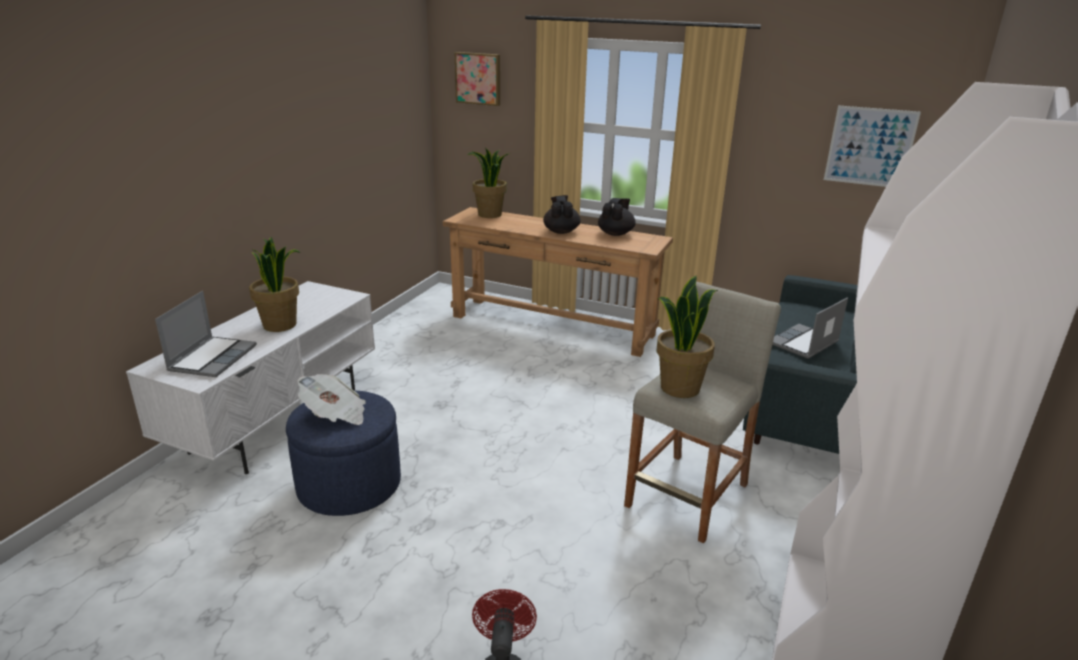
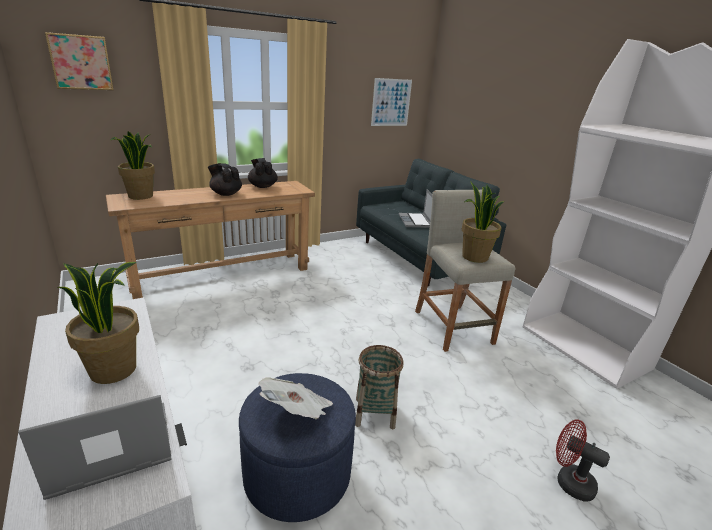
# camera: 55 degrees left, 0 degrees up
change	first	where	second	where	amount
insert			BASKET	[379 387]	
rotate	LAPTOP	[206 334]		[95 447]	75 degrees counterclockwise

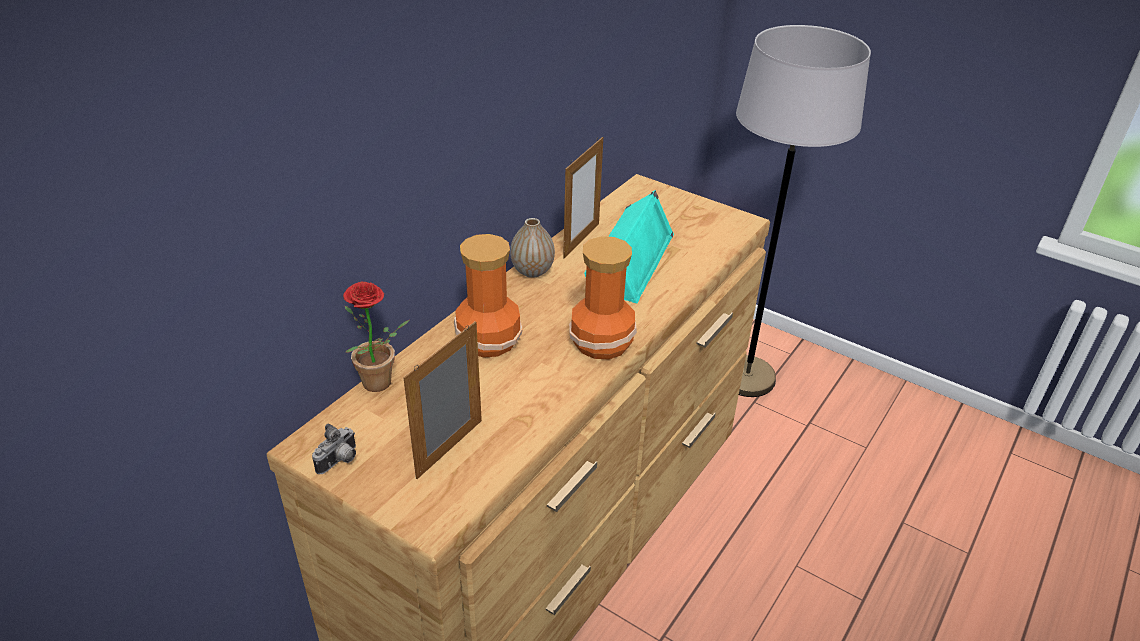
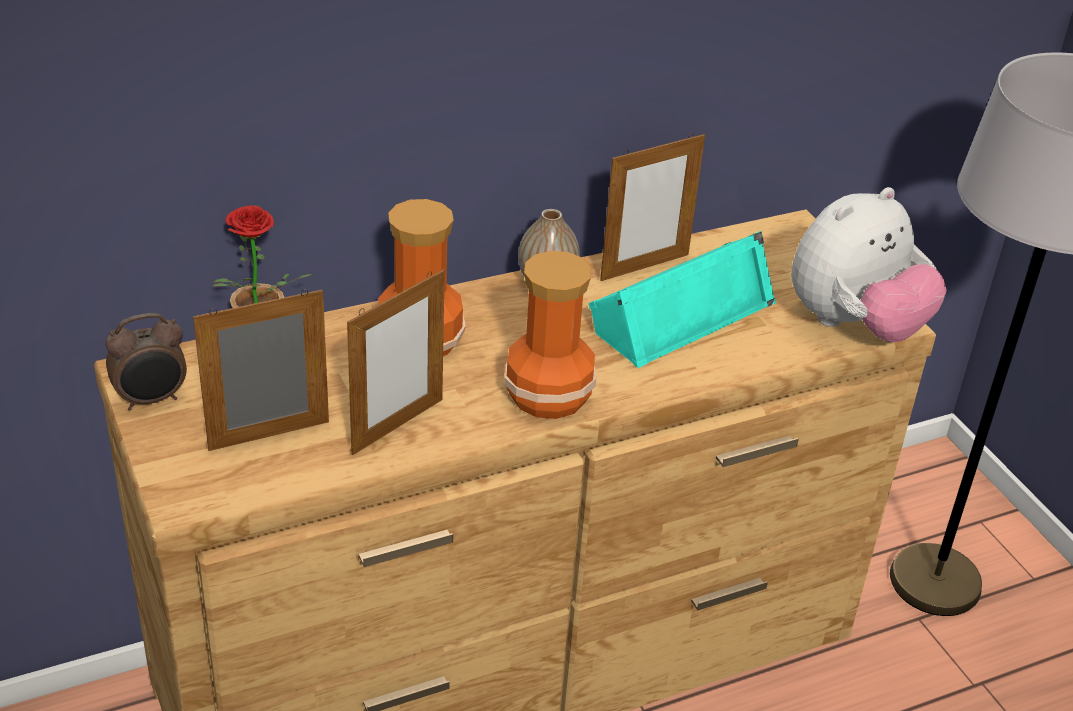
# camera: 30 degrees right, 0 degrees up
change	first	where	second	where	amount
insert			PICTURE FRAME	[396 362]	
insert			PLUSH TOY	[869 264]	
replace	PHOTO CAMERA	[334 448]	ALARM CLOCK	[146 361]	

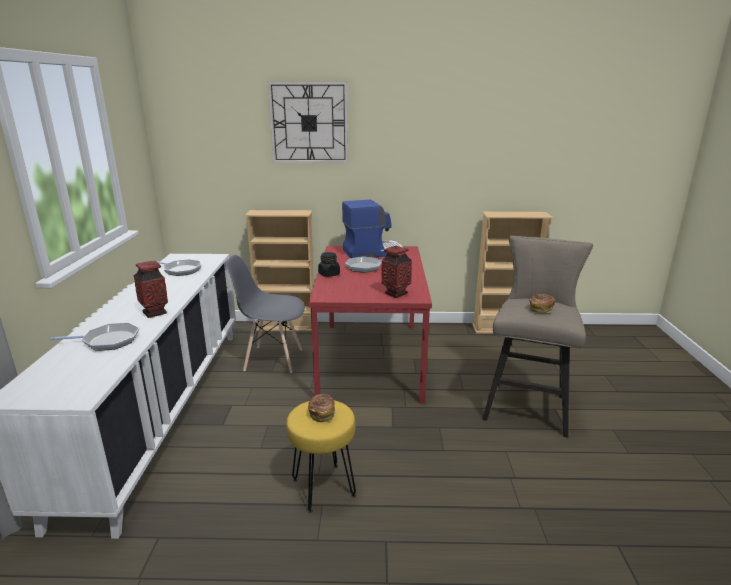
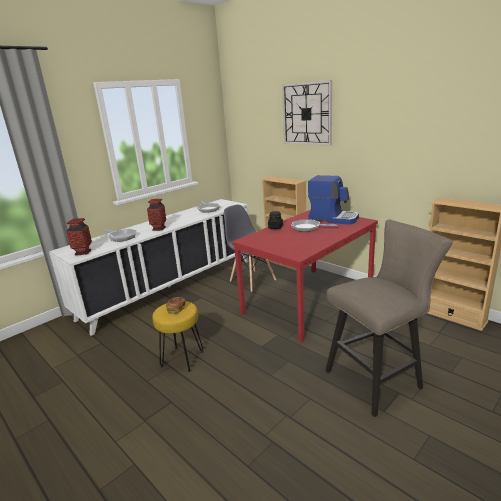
# camera: 45 degrees right, 0 degrees up
change	first	where	second	where	amount
delete	BREAD	[542 303]			
move	VASE	[397 272]		[79 236]	

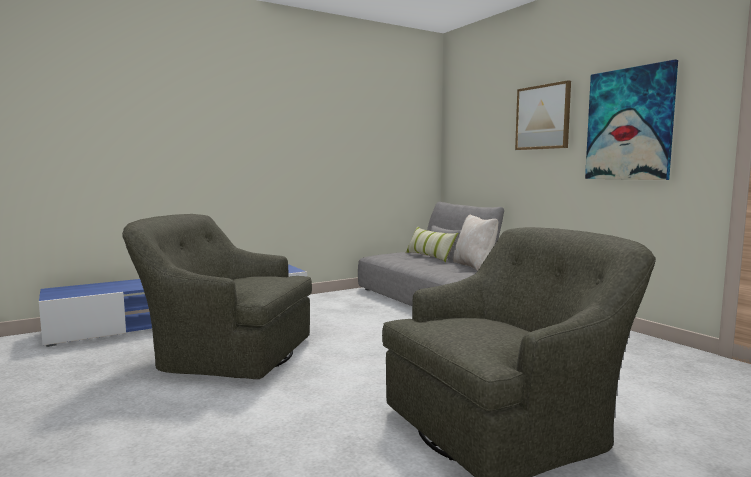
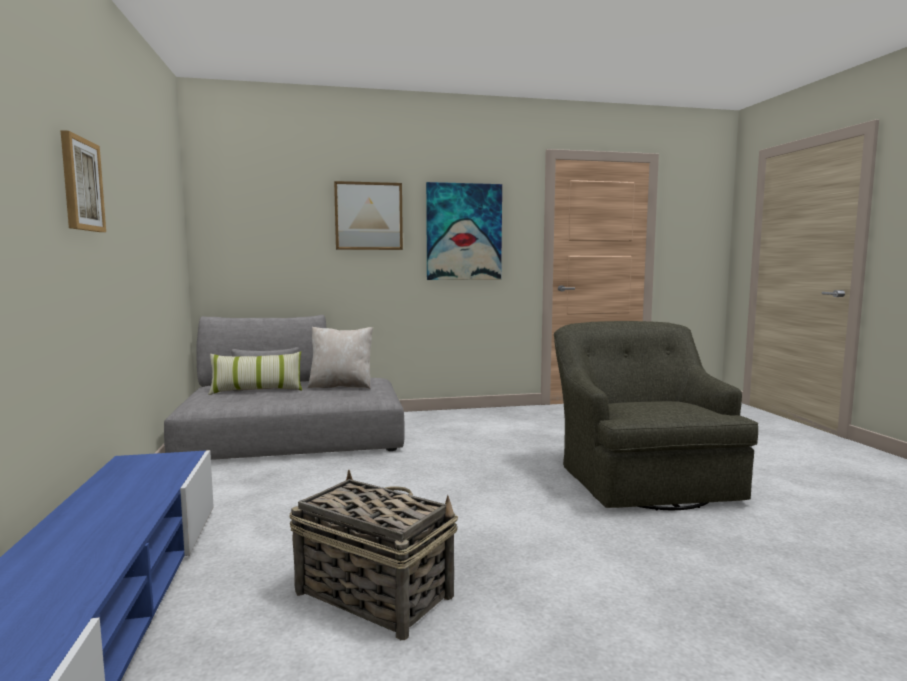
# camera: 70 degrees left, 0 degrees up
change	first	where	second	where	amount
insert			PICTURE	[83 181]	
replace	GREEN ARMCHAIR	[217 296]	BASKET	[373 555]	

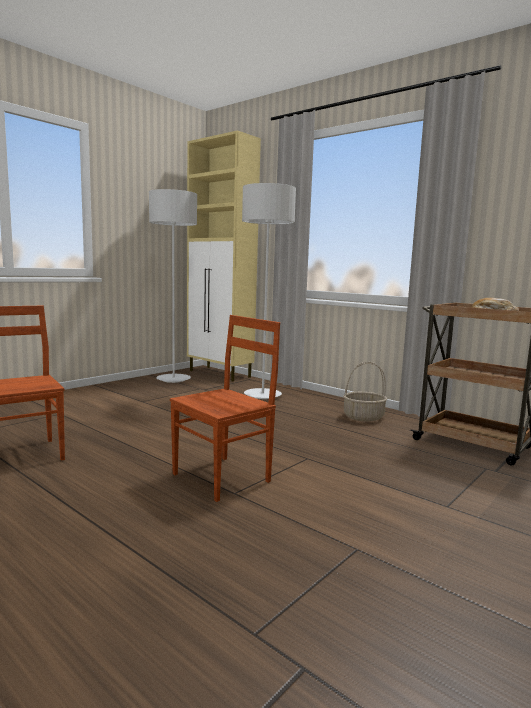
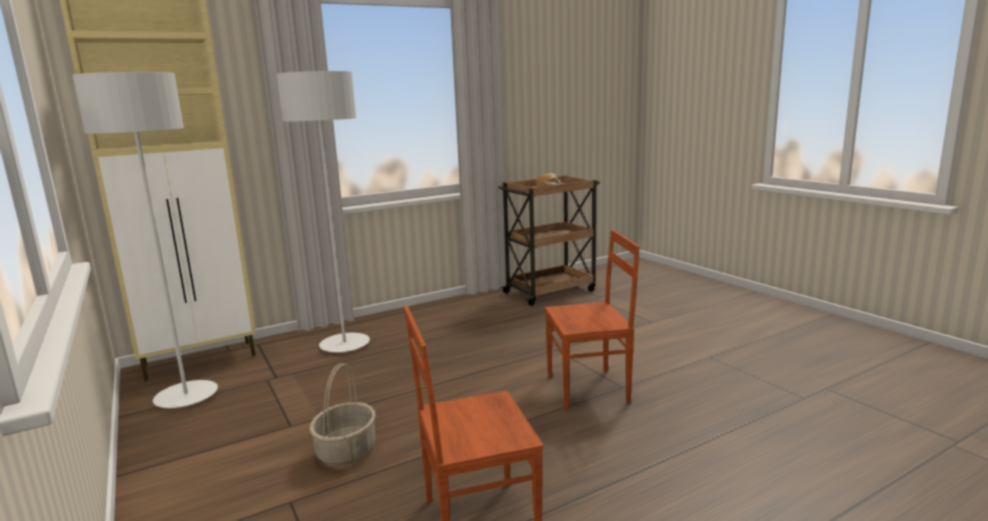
# camera: 70 degrees left, 5 degrees up
change	first	where	second	where	amount
move	BASKET	[365 392]		[343 414]	
rotate	BROWN CHAIR	[225 408]		[592 319]	105 degrees clockwise

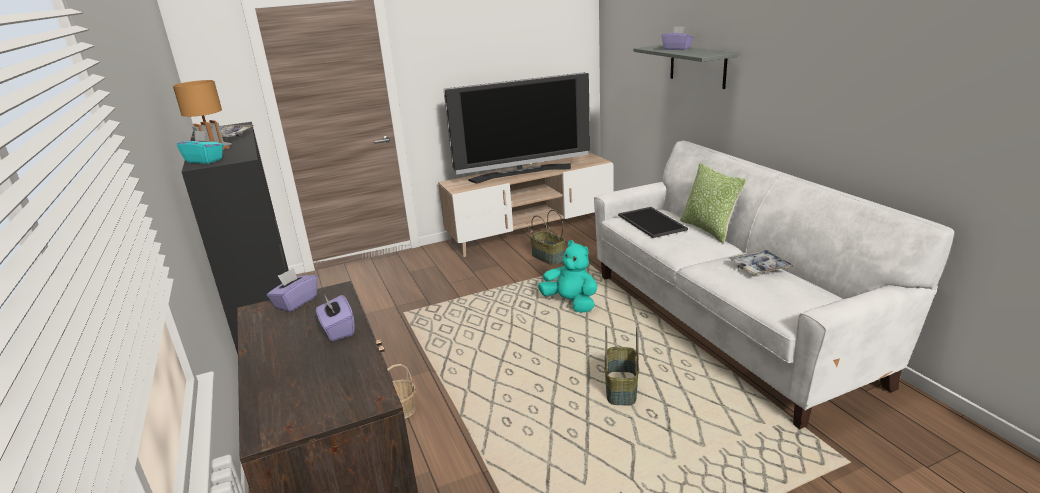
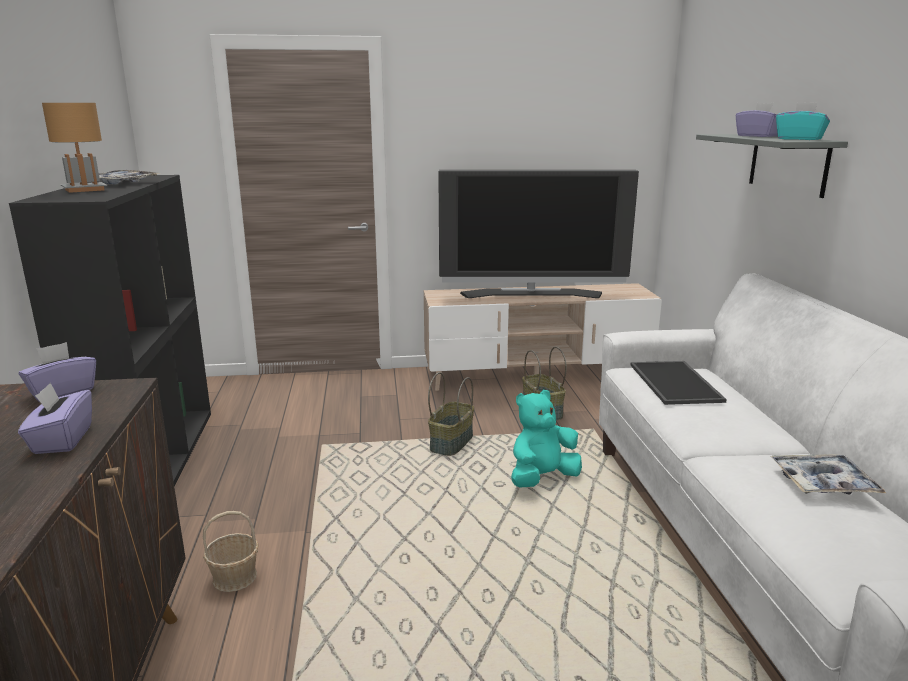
# camera: 15 degrees right, 5 degrees down
change	first	where	second	where	amount
delete	PILLOW	[713 203]			
move	TURQUOISE TISSUE BOX	[200 147]		[803 121]	
move	BASKET	[621 366]		[451 414]	
rotate	TURQUOISE PLUSH TOY	[567 276]		[546 439]	90 degrees counterclockwise

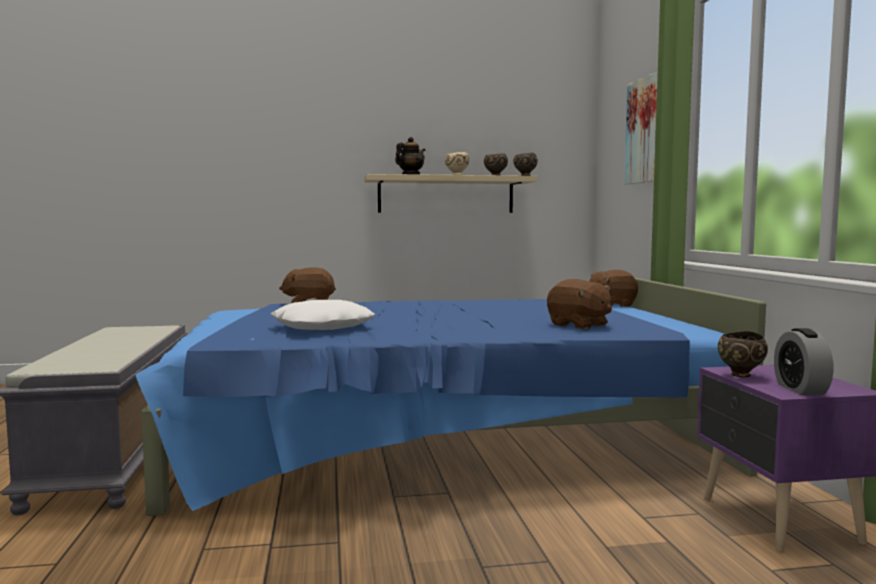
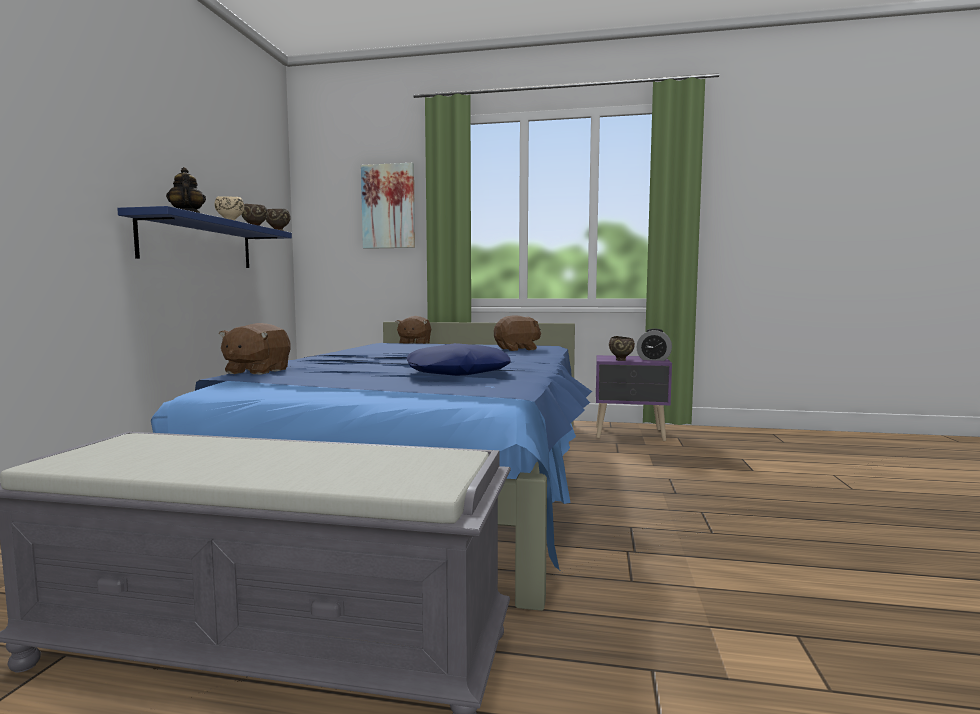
# camera: 70 degrees left, 0 degrees up
change	first	where	second	where	amount
recolor	WHITE PILLOW	[322 315]	BLUE PILLOW	[458 359]	
recolor	BEIGE SHELF	[450 193]	BLUE SHELF	[204 237]	

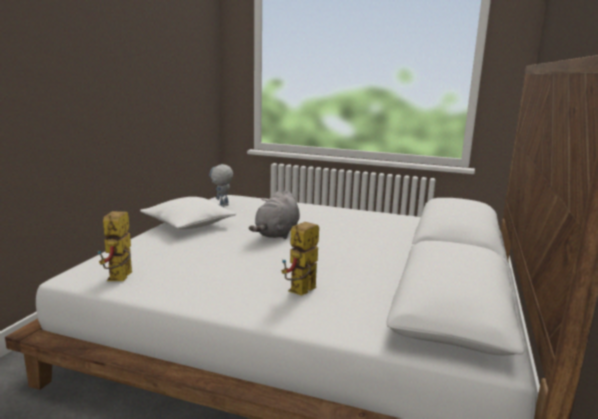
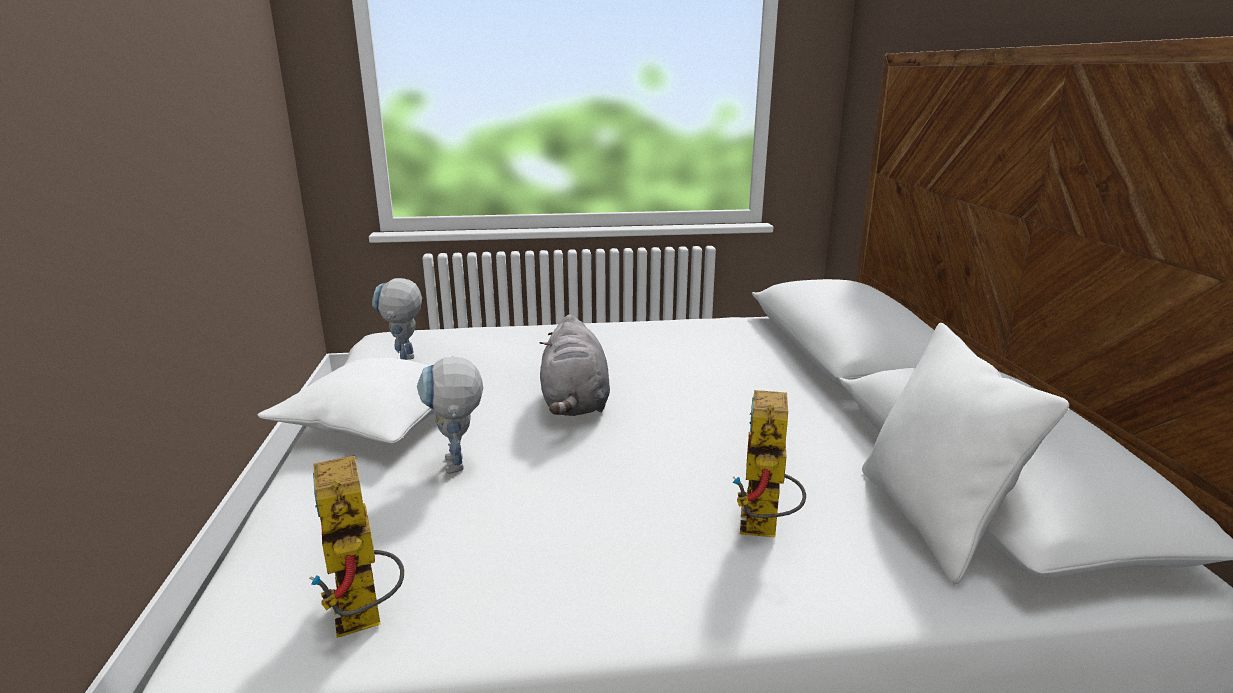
# camera: 25 degrees left, 5 degrees up
change	first	where	second	where	amount
insert			TOY ROBOT	[450 415]	
insert			WHITE PILLOW	[965 453]	

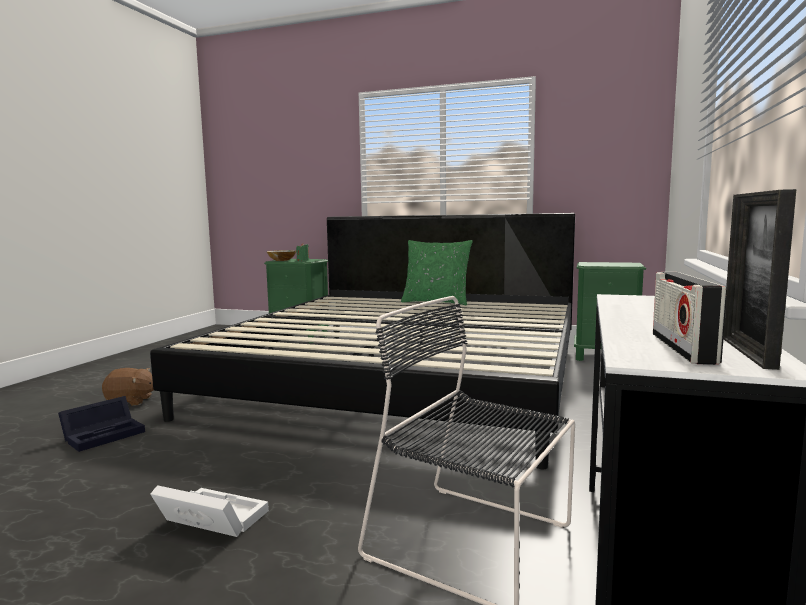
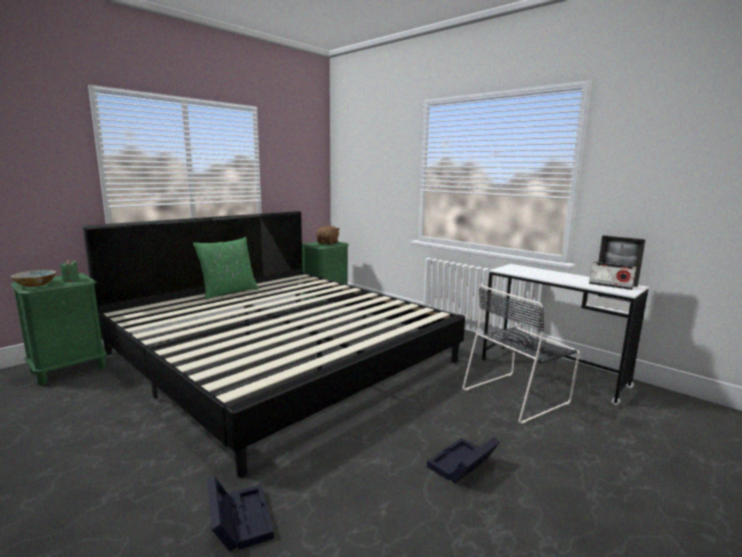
# camera: 65 degrees left, 5 degrees up
change	first	where	second	where	amount
move	BROWN PLUSH TOY	[128 387]		[328 235]	
recolor	WHITE STORAGE BOX	[209 511]	BLACK STORAGE BOX	[463 460]	

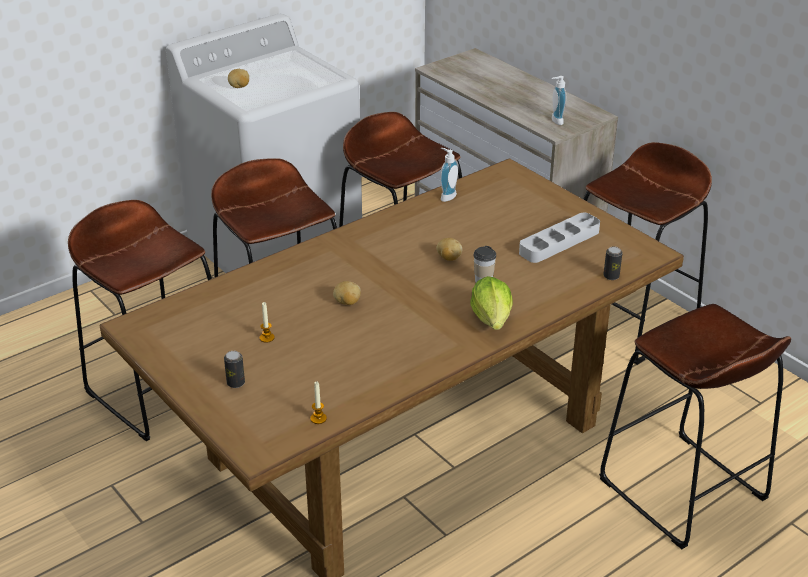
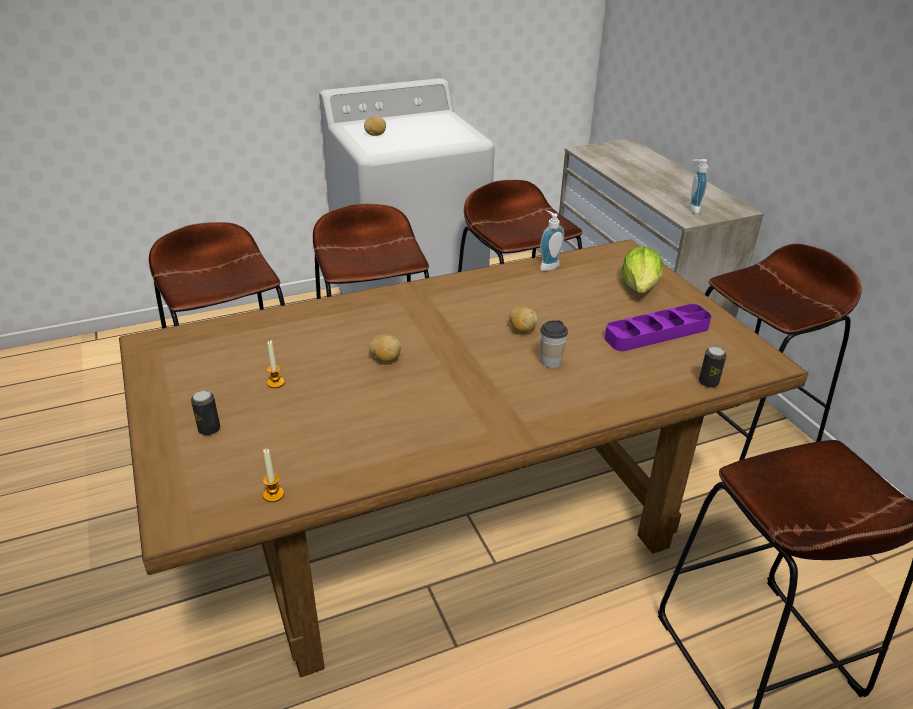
# camera: 15 degrees right, 0 degrees up
change	first	where	second	where	amount
move	LETTUCE	[491 303]		[642 269]	
recolor	GREY TRAY	[559 238]	PURPLE TRAY	[658 327]	

